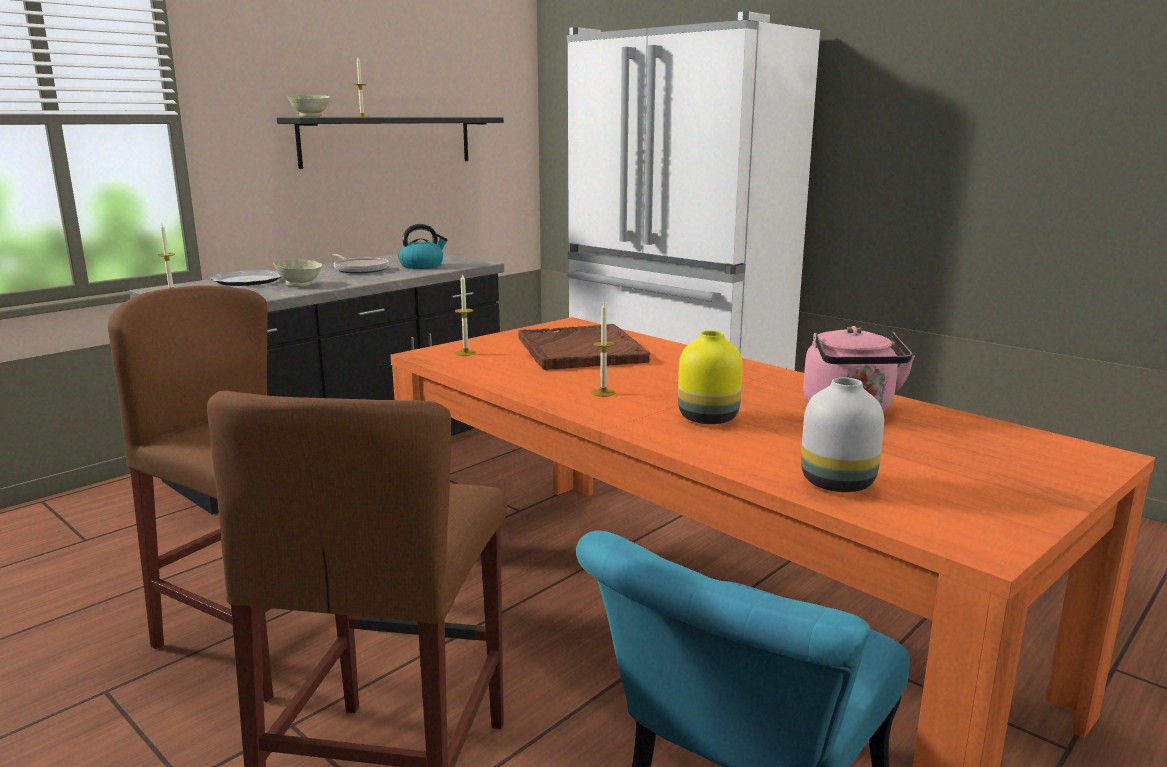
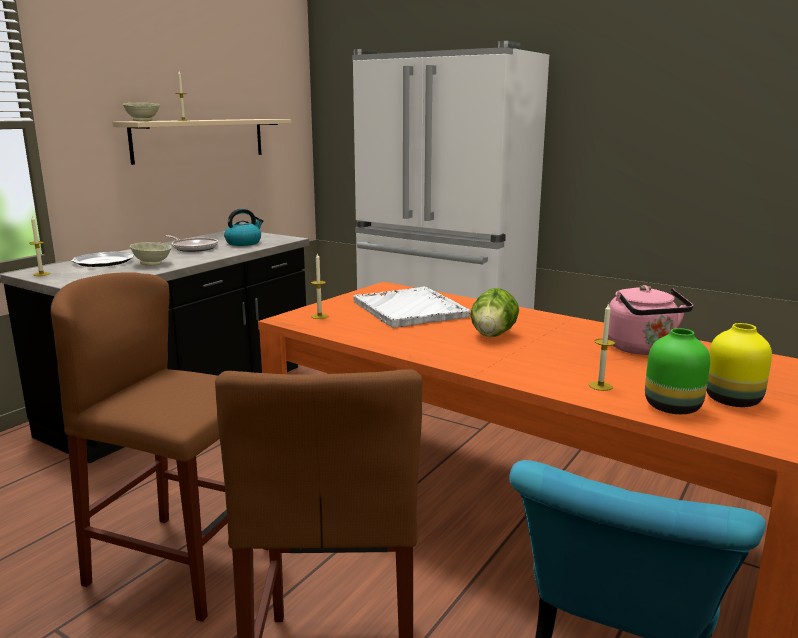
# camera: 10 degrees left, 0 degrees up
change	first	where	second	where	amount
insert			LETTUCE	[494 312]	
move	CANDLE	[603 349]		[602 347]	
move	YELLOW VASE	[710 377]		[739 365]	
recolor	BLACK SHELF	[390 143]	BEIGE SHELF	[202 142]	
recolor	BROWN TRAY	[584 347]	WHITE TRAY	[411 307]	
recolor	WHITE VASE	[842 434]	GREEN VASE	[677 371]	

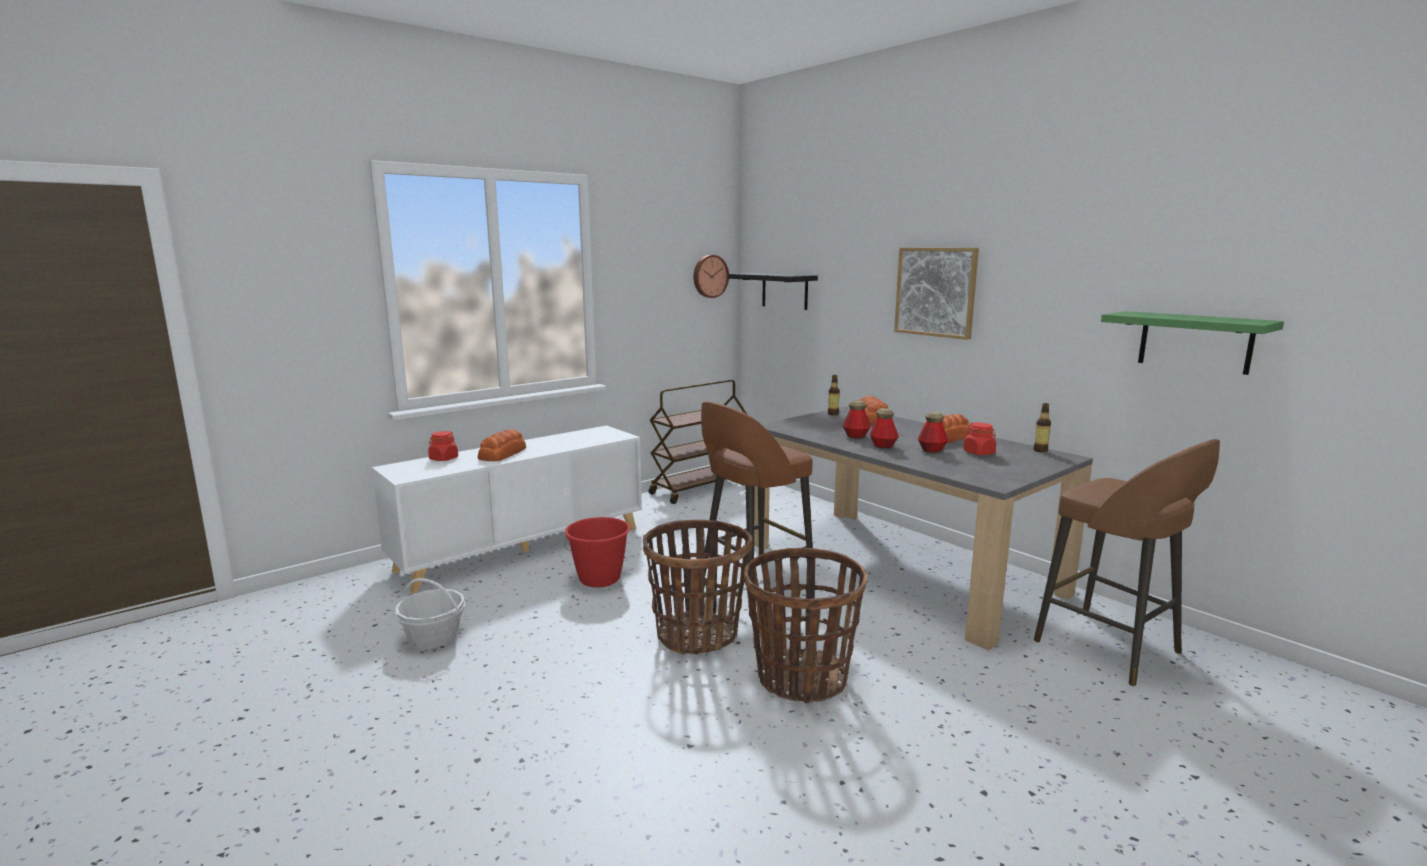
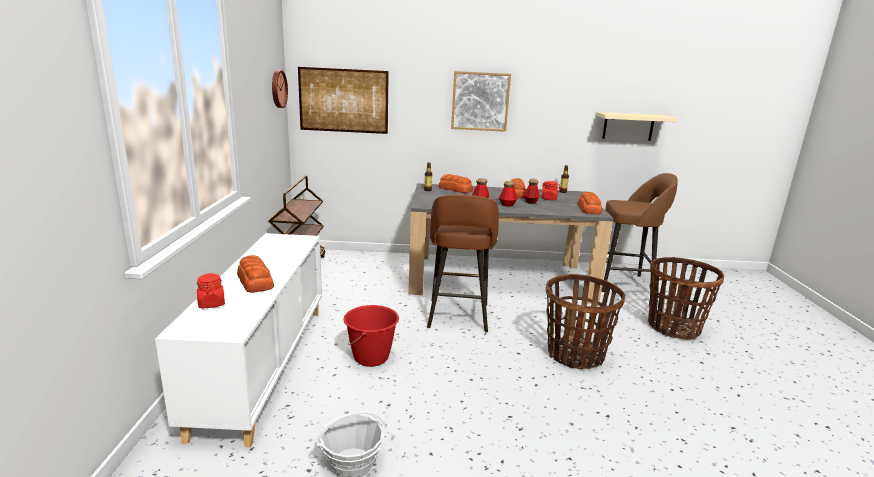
# camera: 50 degrees left, 5 degrees up
change	first	where	second	where	amount
insert			BREAD	[589 203]	
move	BASKET	[697 587]		[686 298]	
replace	BLACK SHELF	[773 291]	PICTURE	[343 100]	
recolor	GREEN SHELF	[1192 343]	BEIGE SHELF	[636 126]	

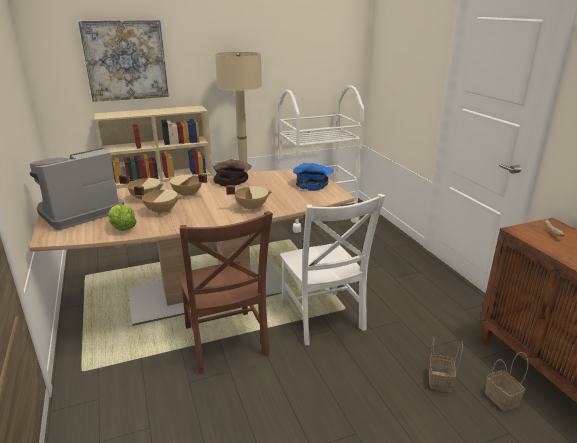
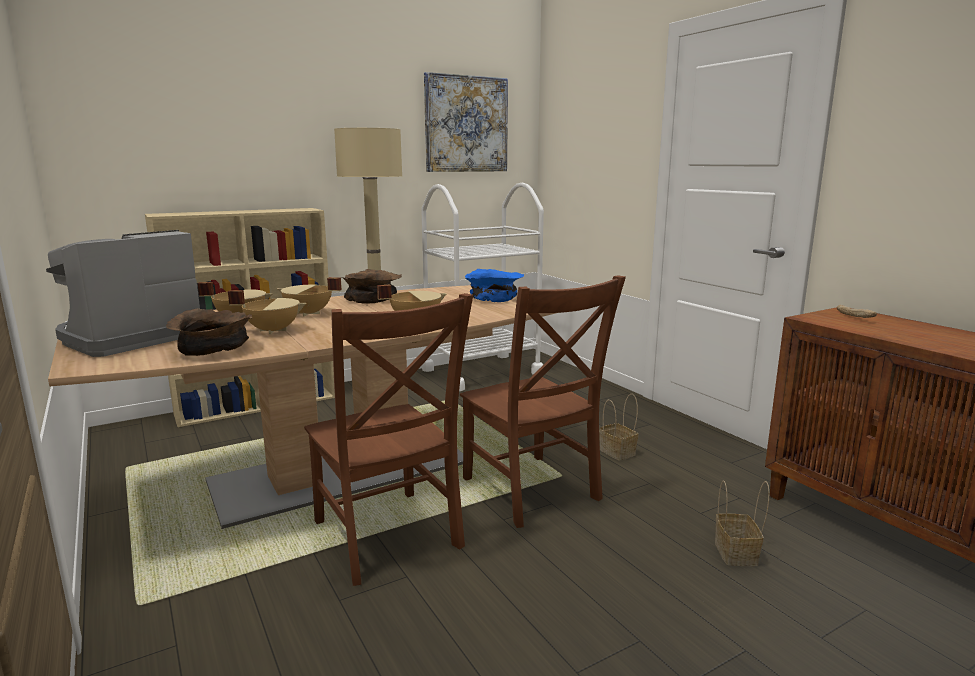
# camera: 10 degrees left, 10 degrees down
change	first	where	second	where	amount
move	PICTURE	[123 61]		[466 122]	
move	BASKET	[506 381]		[618 427]	
replace	LETTUCE	[122 218]	BROWN BOWL	[209 332]	
recolor	WHITE CHAIR	[332 269]	BROWN CHAIR	[543 401]	

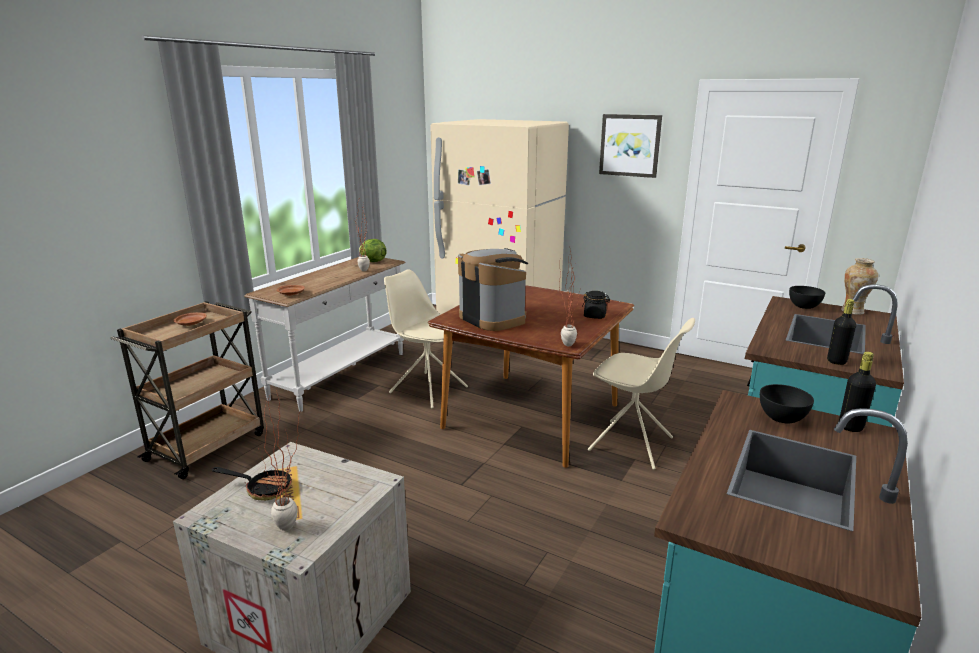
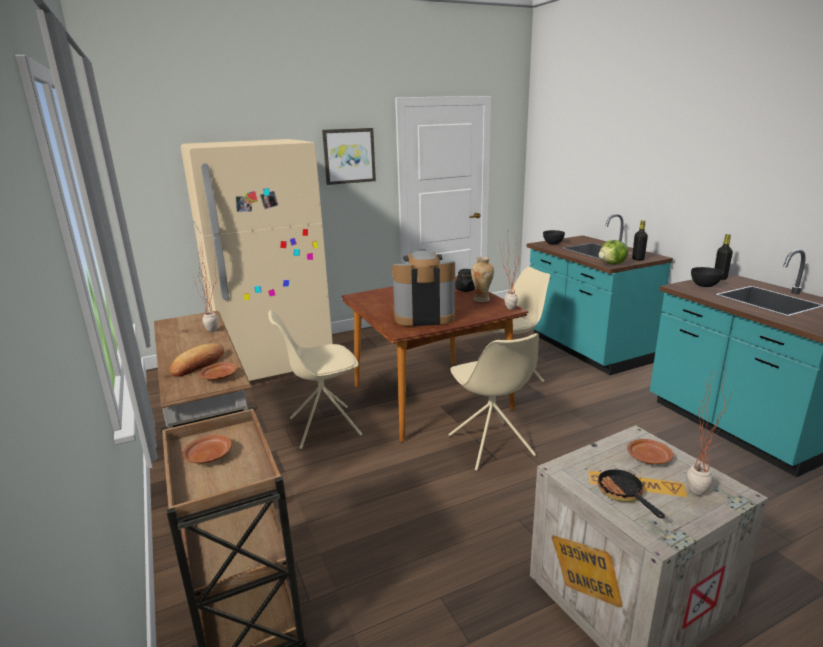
# camera: 55 degrees left, 0 degrees up
change	first	where	second	where	amount
insert			BREAD	[197 360]	
insert			BEIGE CHAIR	[493 402]	
insert			BROWN PLATE	[650 451]	
move	LETTUCE	[373 250]		[614 252]	
move	VASE	[859 286]		[482 279]	
rotate	FRYING PAN	[252 484]		[631 493]	60 degrees counterclockwise

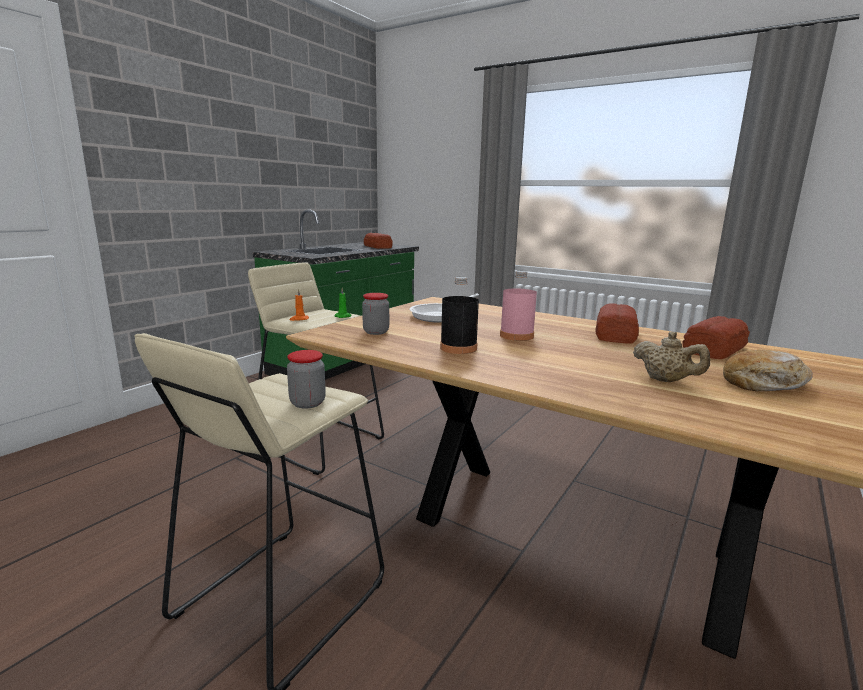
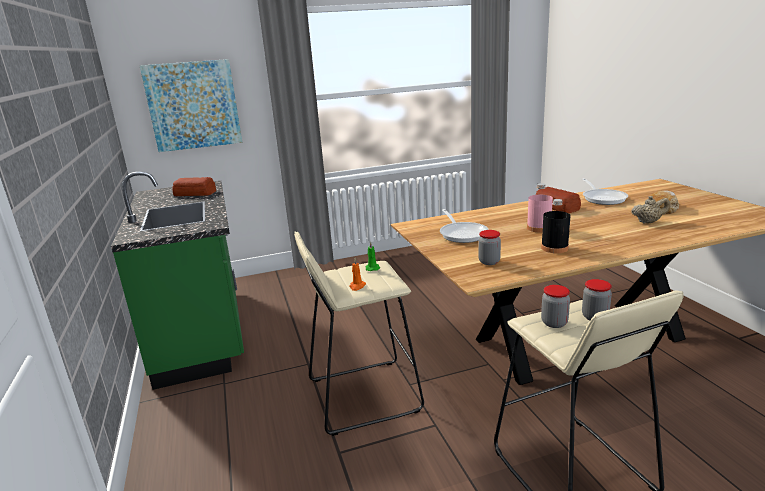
# camera: 50 degrees left, 5 degrees up
change	first	where	second	where	amount
insert			PICTURE	[191 105]	
insert			JAR	[555 306]	
replace	BREAD	[716 337]	FRYING PAN	[605 191]	

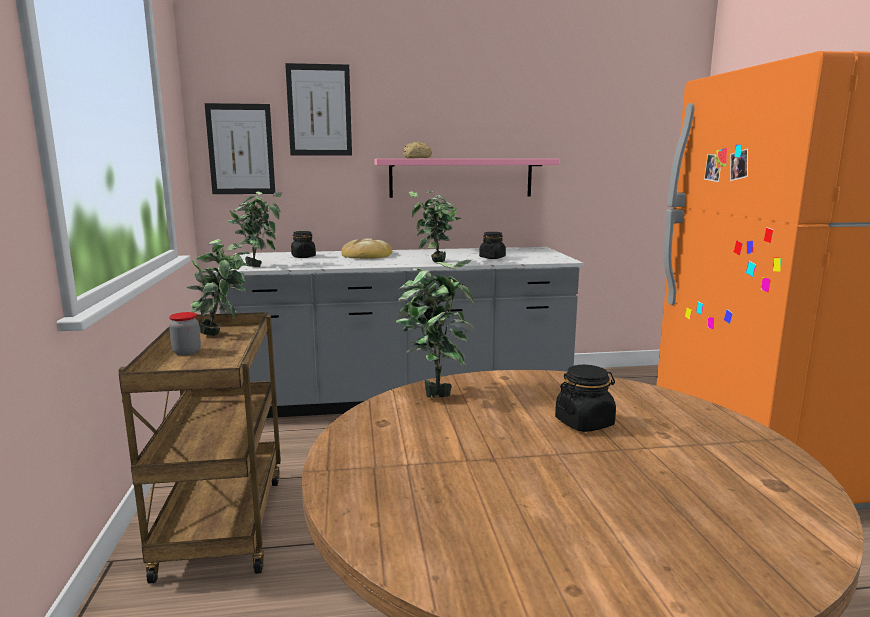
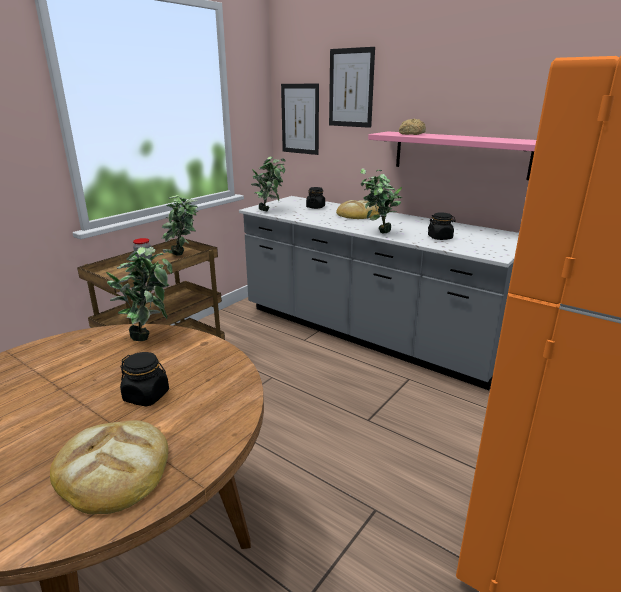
# camera: 45 degrees right, 10 degrees up
change	first	where	second	where	amount
insert			BREAD	[109 467]	

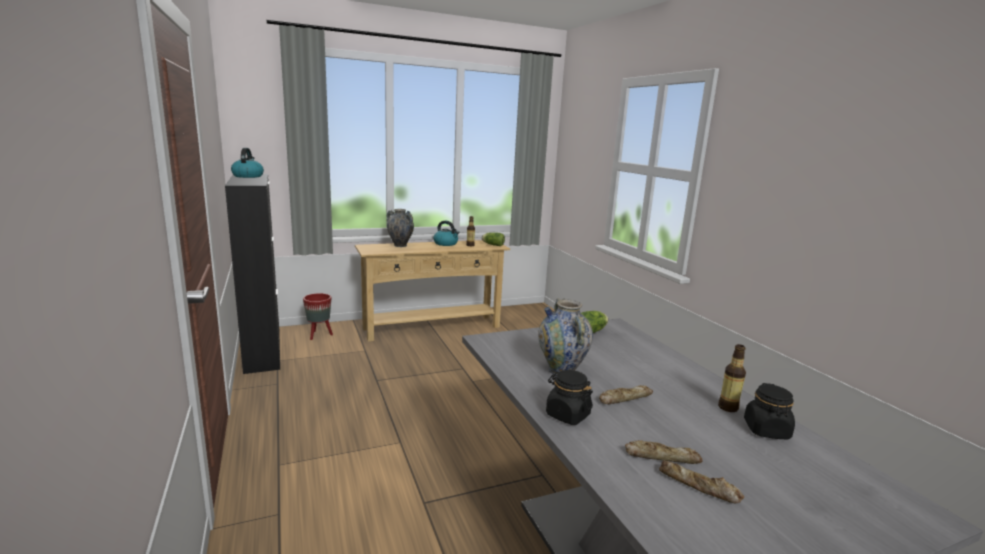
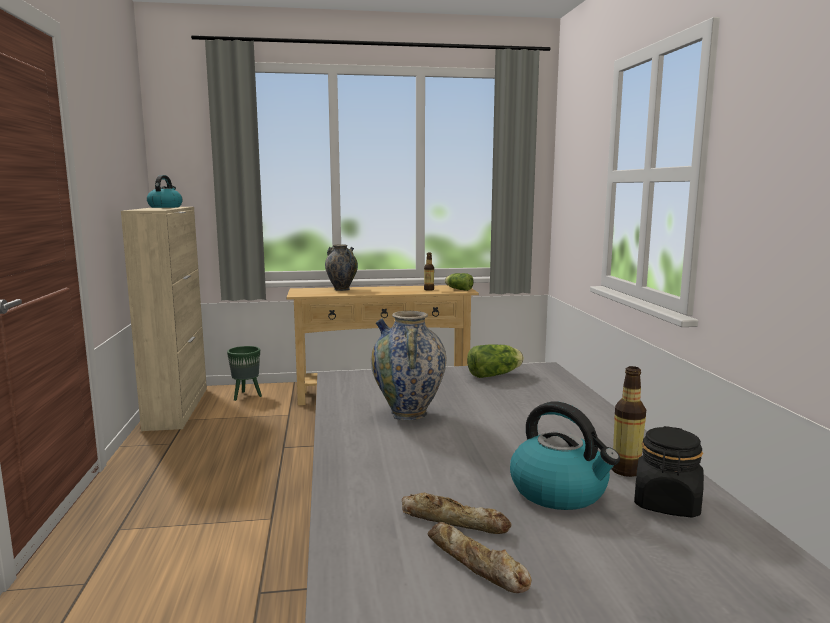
# camera: 15 degrees right, 5 degrees down
change	first	where	second	where	amount
delete	BLACK JAR	[569 397]			
delete	BREAD	[626 394]			
move	KETTLE	[446 233]		[565 456]	
recolor	BLACK CABINET	[252 274]	BEIGE CABINET	[164 319]	
recolor	RED PLANTER	[318 316]	GREEN PLANTER	[244 373]	

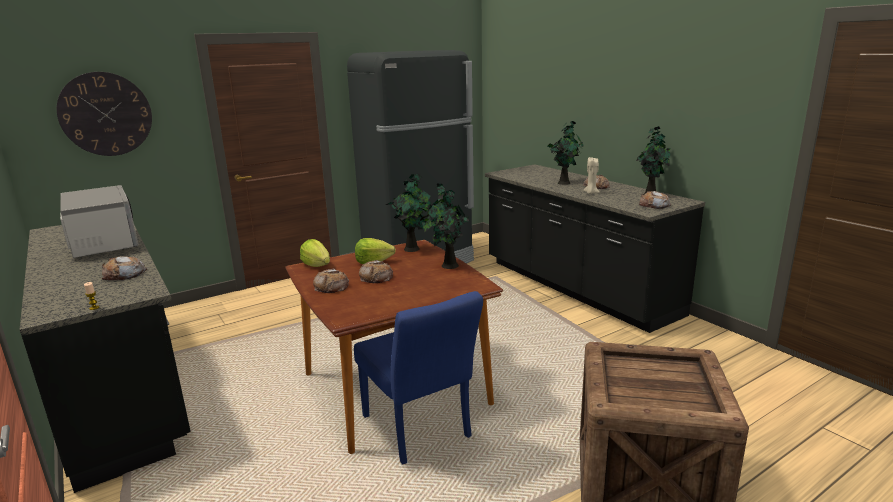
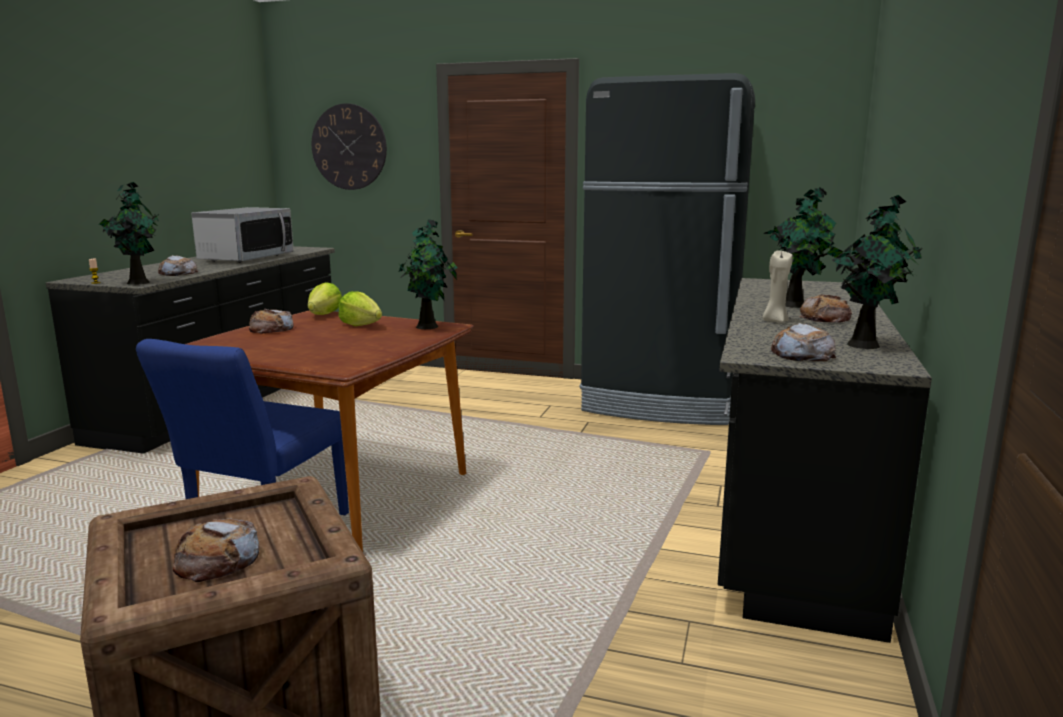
# camera: 50 degrees right, 5 degrees down
change	first	where	second	where	amount
move	BREAD	[376 271]		[216 550]	
move	POTTED PLANT	[446 226]		[129 233]	

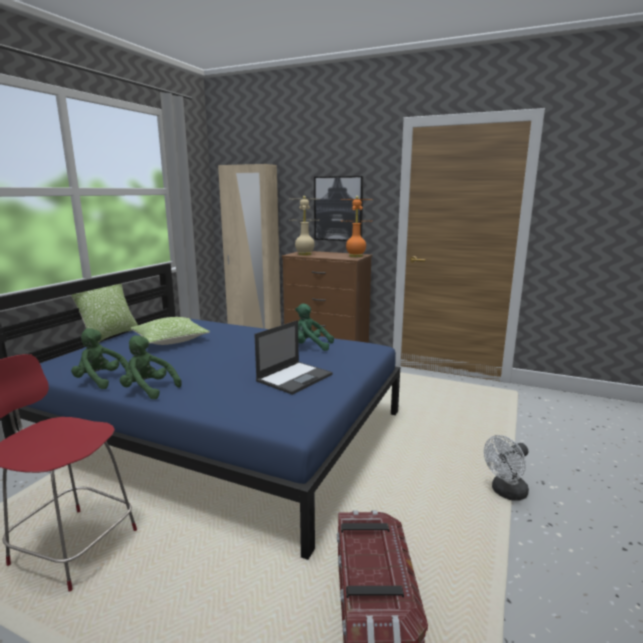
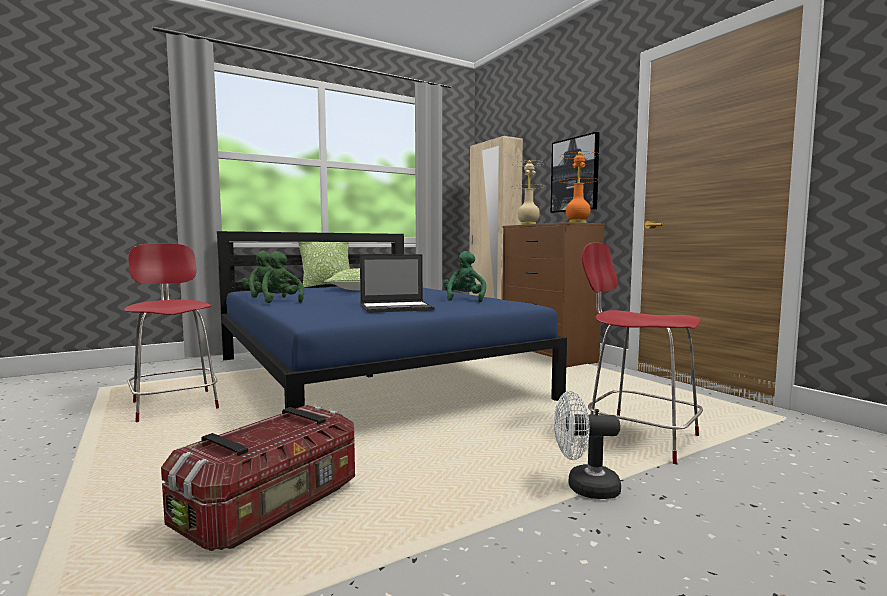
# camera: 35 degrees right, 10 degrees down
change	first	where	second	where	amount
insert			RED CHAIR	[642 353]	
rotate	GREEN PLUSH TOY	[314 327]		[464 277]	45 degrees clockwise

